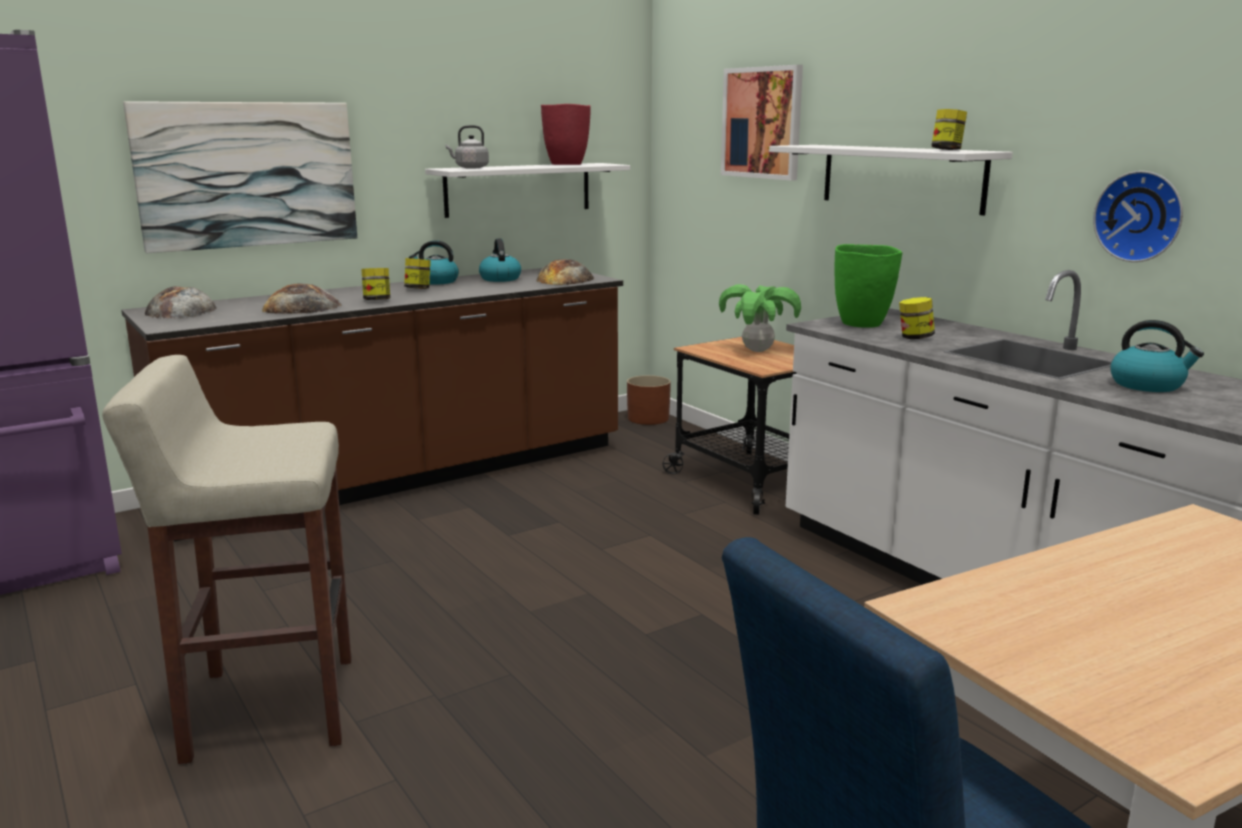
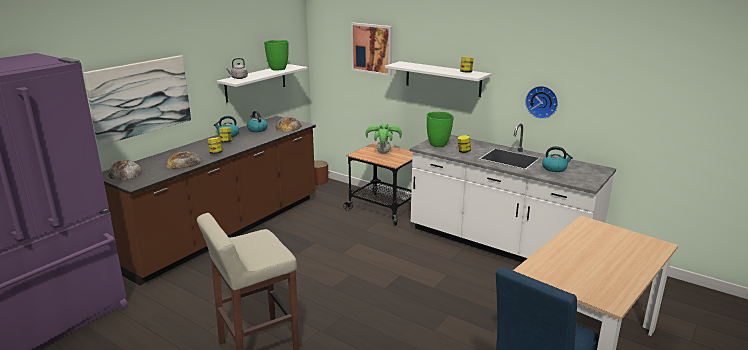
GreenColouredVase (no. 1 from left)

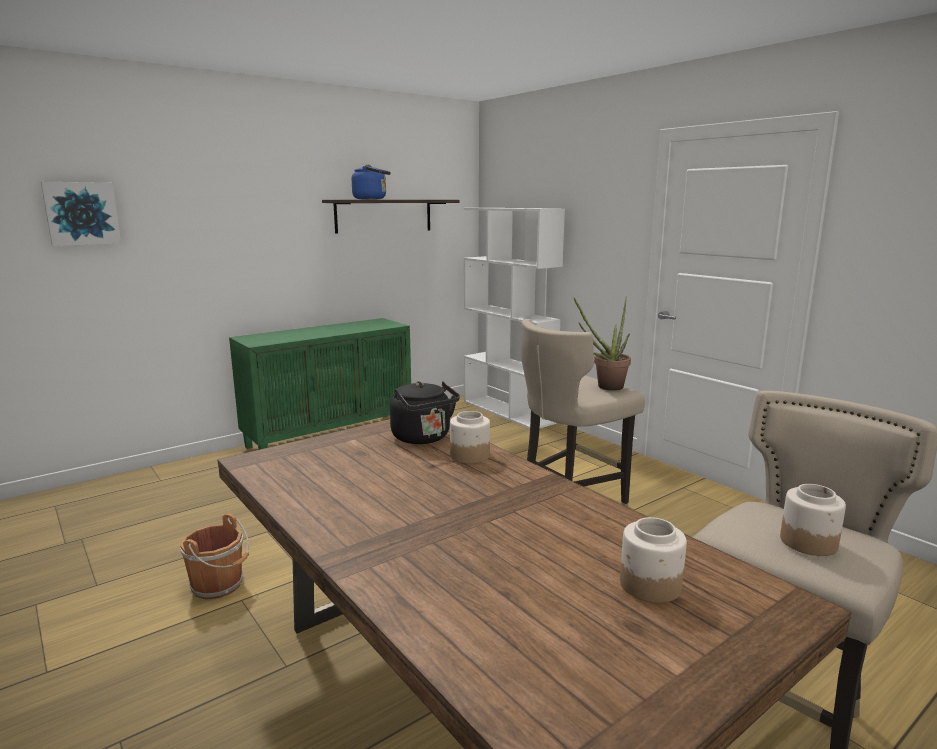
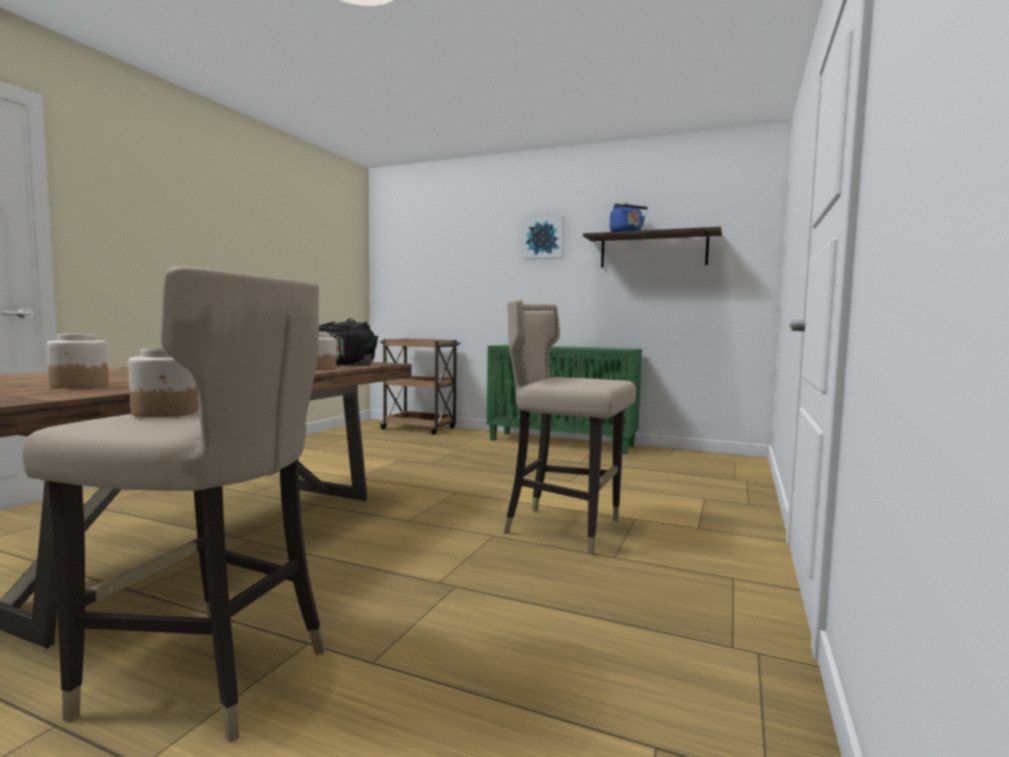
BrownColouredTrolley; WallArt; BrownColouredBucket; WhitishBookcase; PlantInAPot

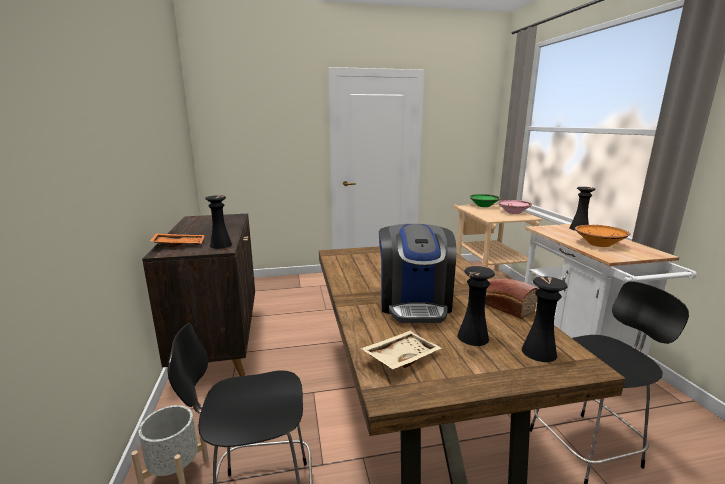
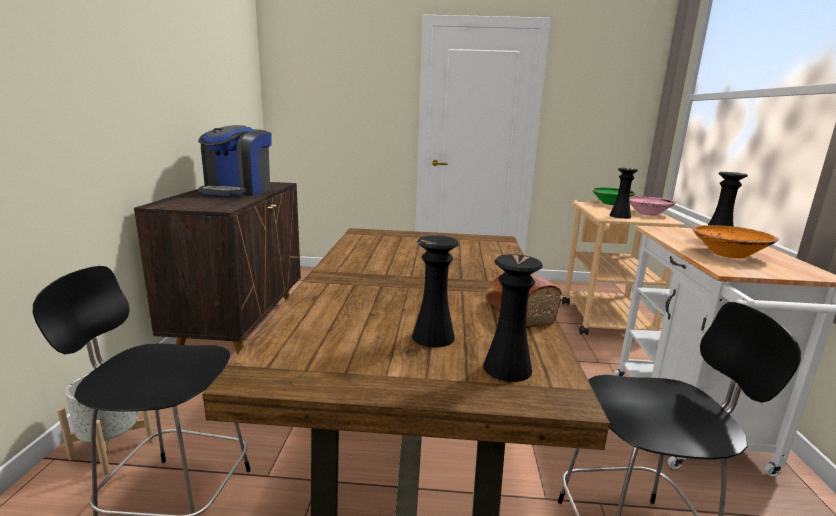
CoffeeMaker; BlackishVase (no. 3 from left); OrangeColouredServingTray; BeigeServingTray

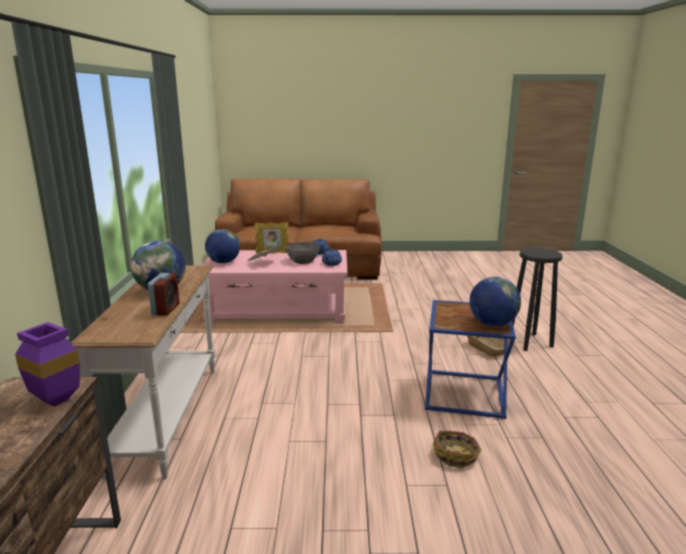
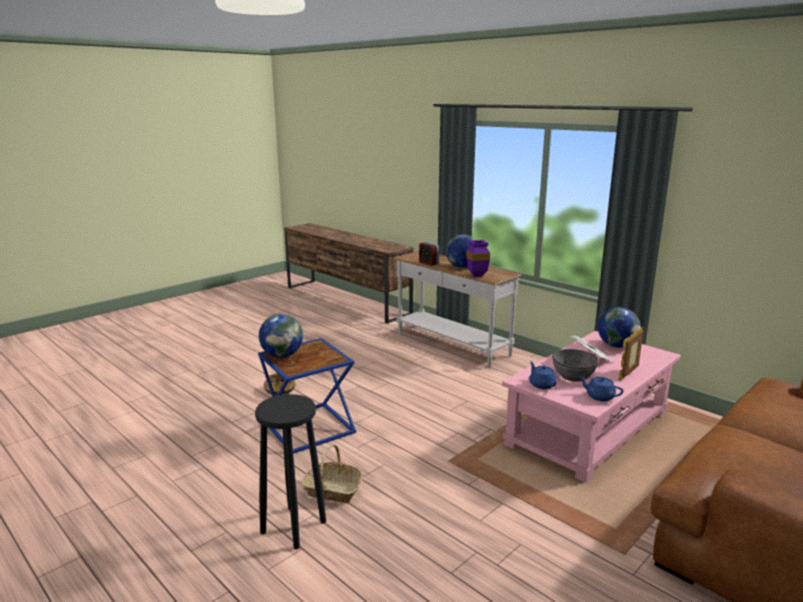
PurpleColouredVase

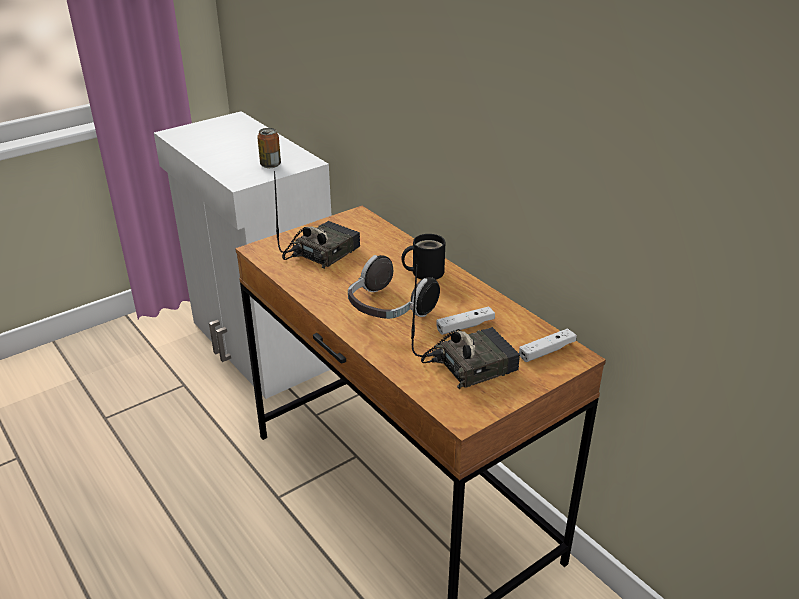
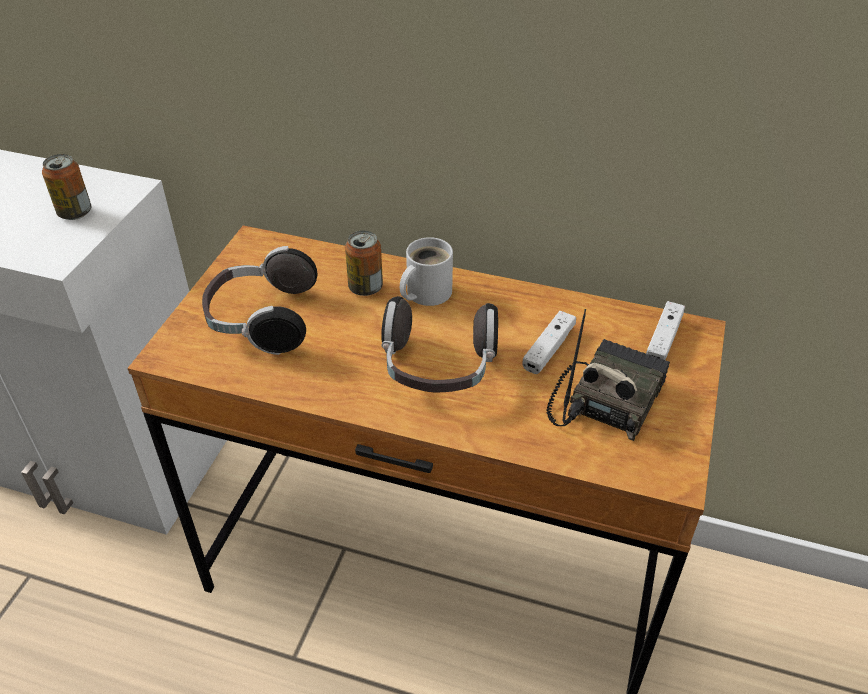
PairOfHeadphones (no. 1 from left); Can (no. 2 from left); WhitishTeaMug

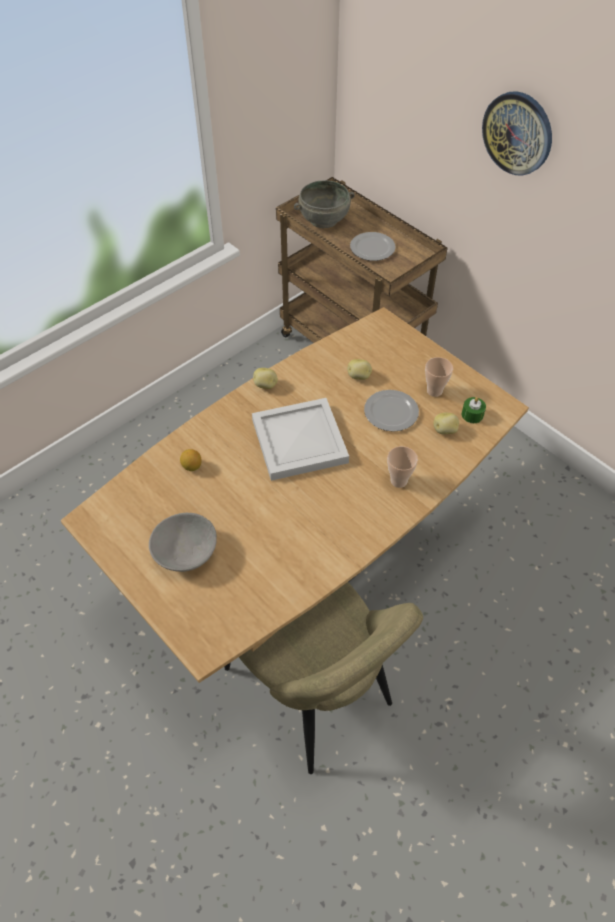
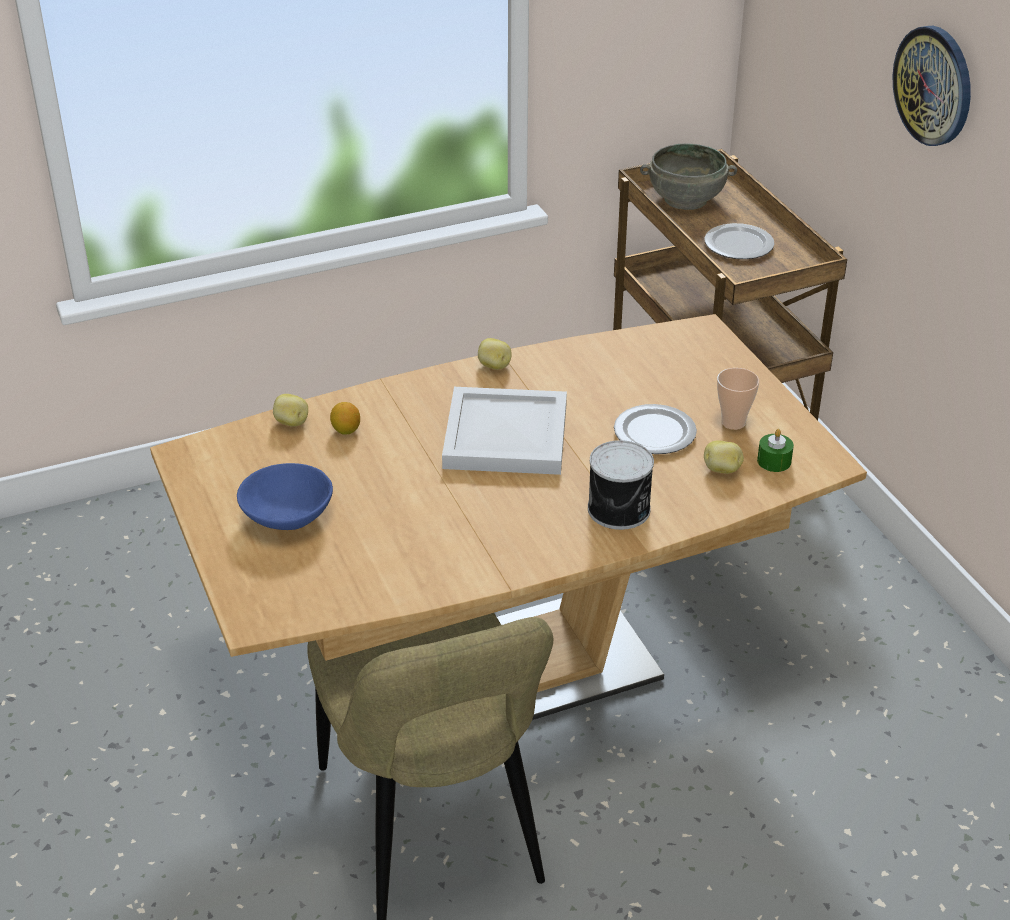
BlueColouredDeepDish; WholePotato (no. 1 from left); Can

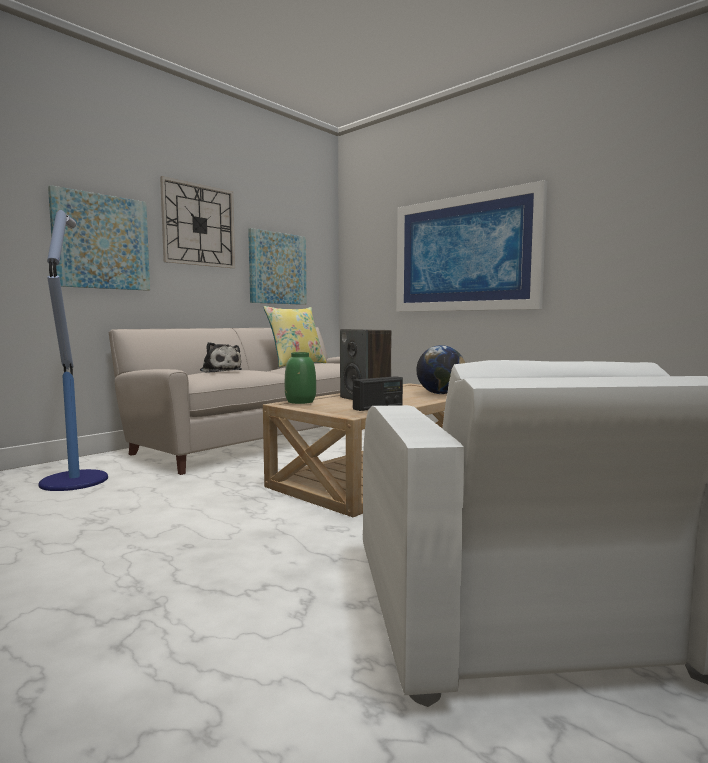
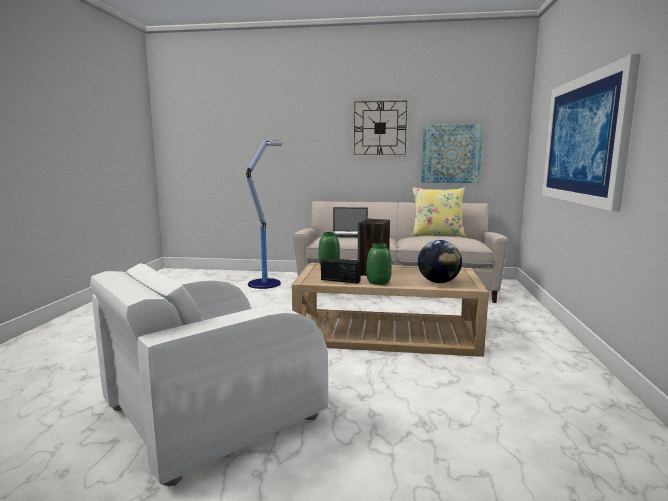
NotebookComputer; GreenColouredVase (no. 2 from left); WallArt (no. 1 from left in the first image)

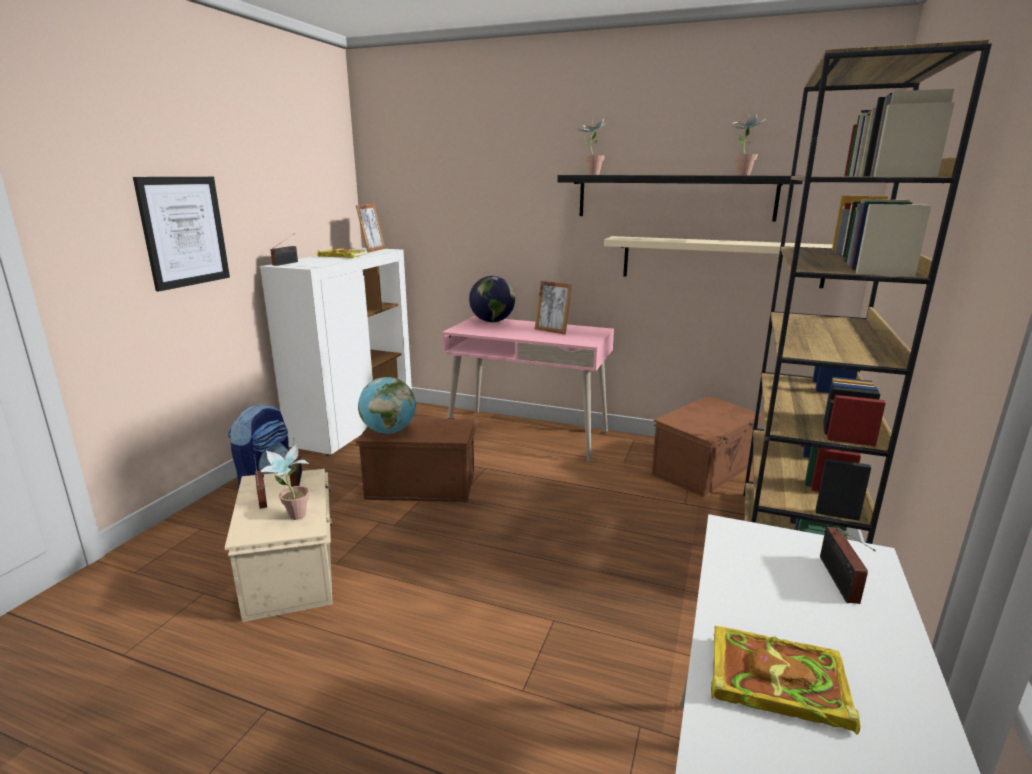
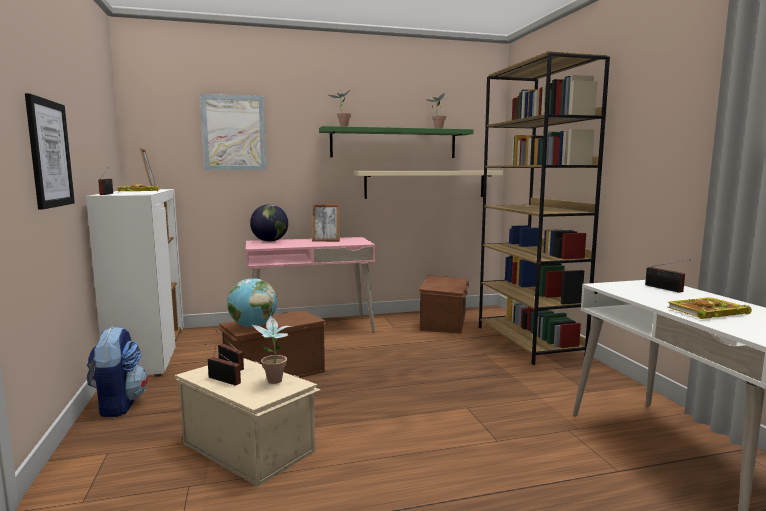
WallArt (no. 2 from left); GreenColouredShelf

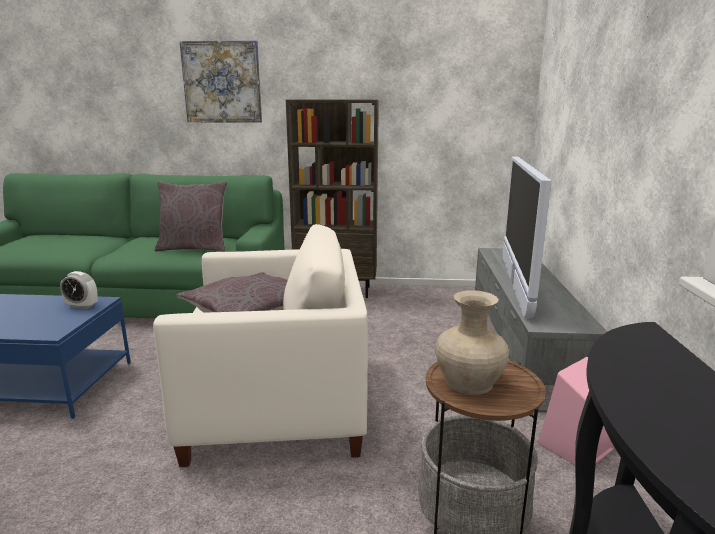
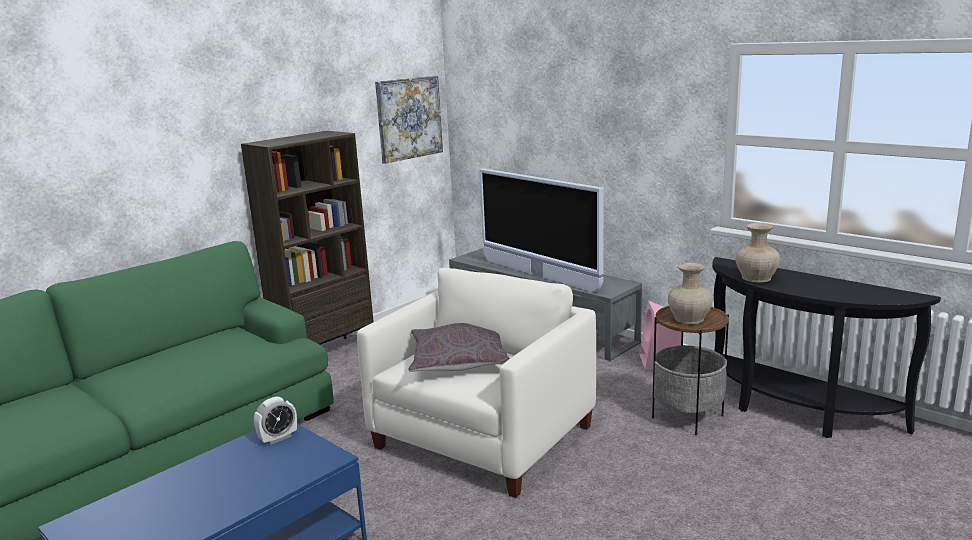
WallArt; BeigeVase (no. 2 from left); GrayThrowPillow (no. 1 from left in the first image)

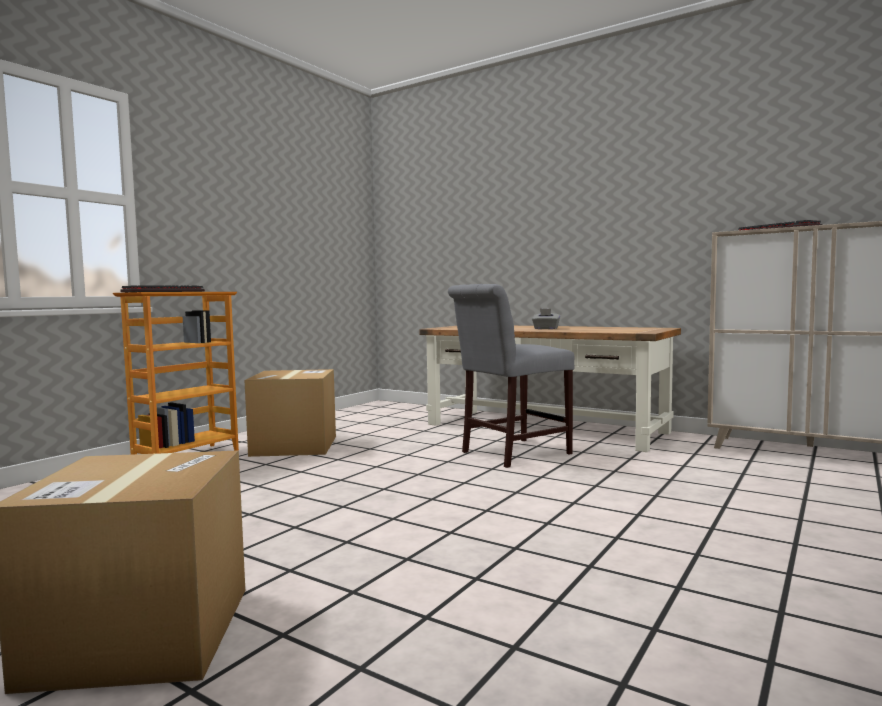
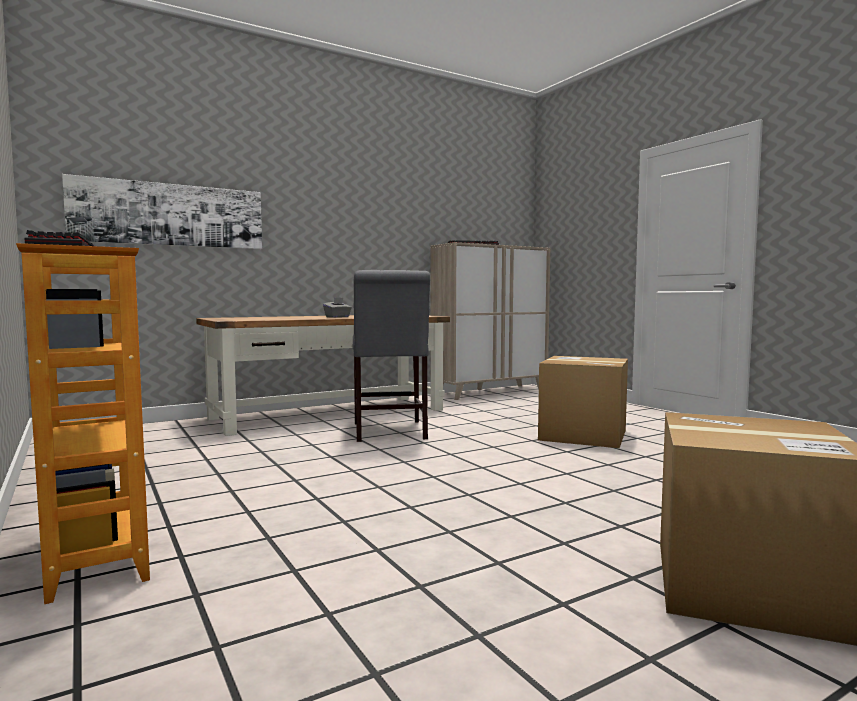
WallArt; CardboardBox (no. 1 from left)

